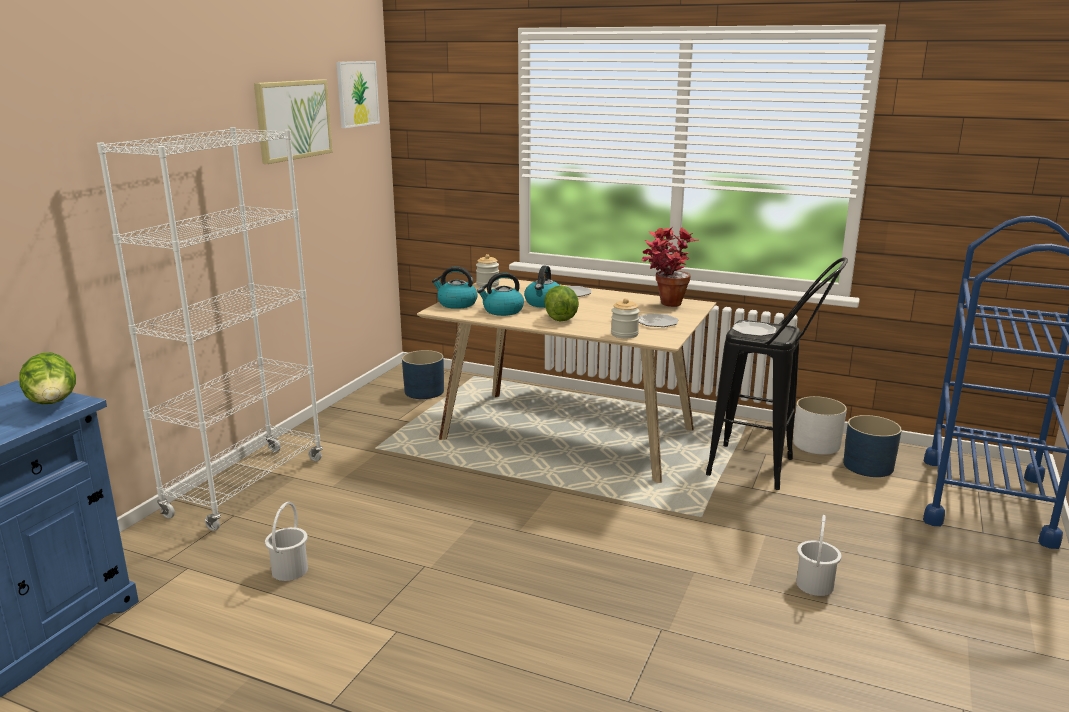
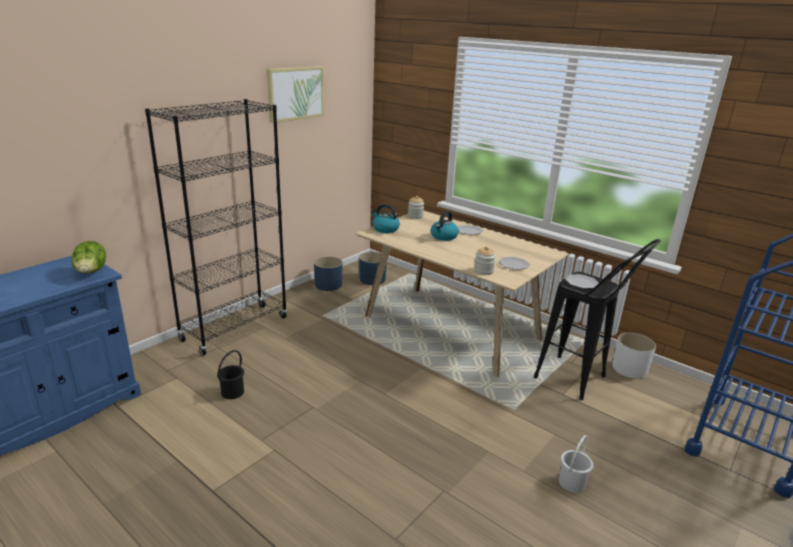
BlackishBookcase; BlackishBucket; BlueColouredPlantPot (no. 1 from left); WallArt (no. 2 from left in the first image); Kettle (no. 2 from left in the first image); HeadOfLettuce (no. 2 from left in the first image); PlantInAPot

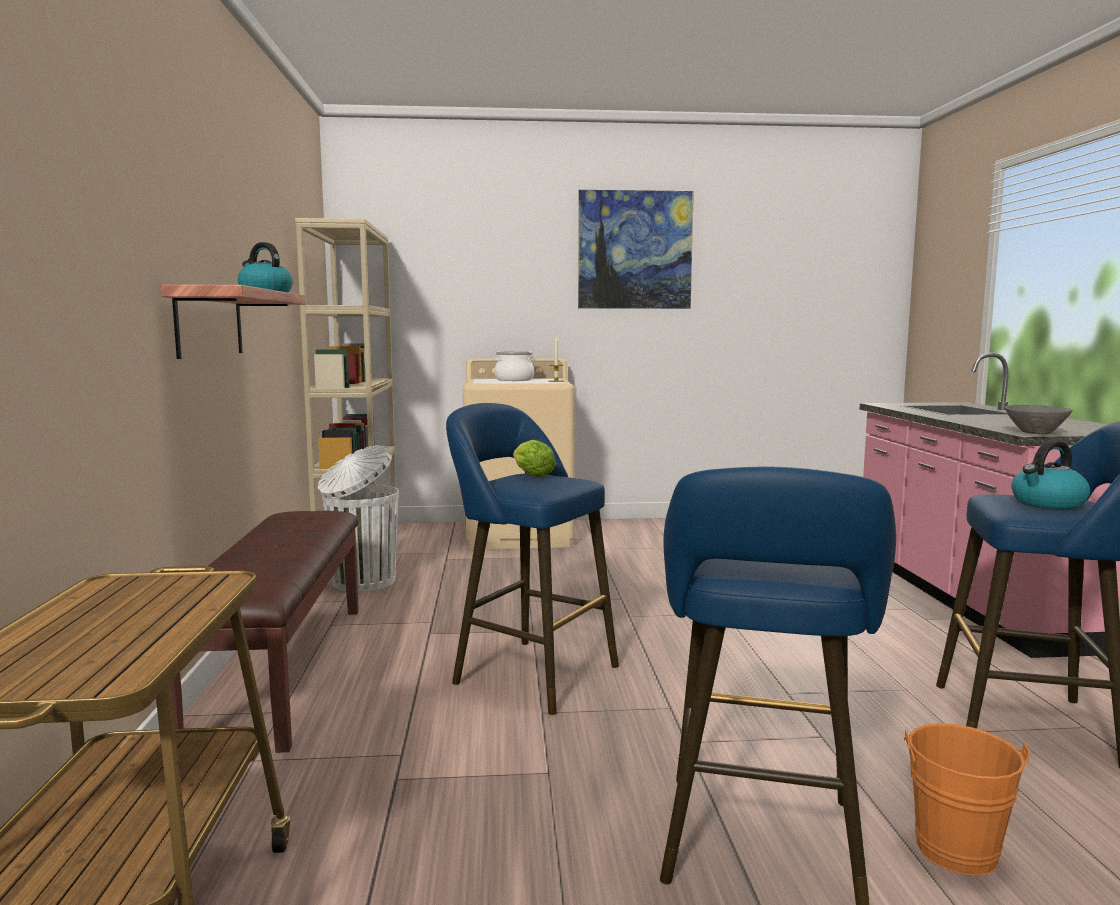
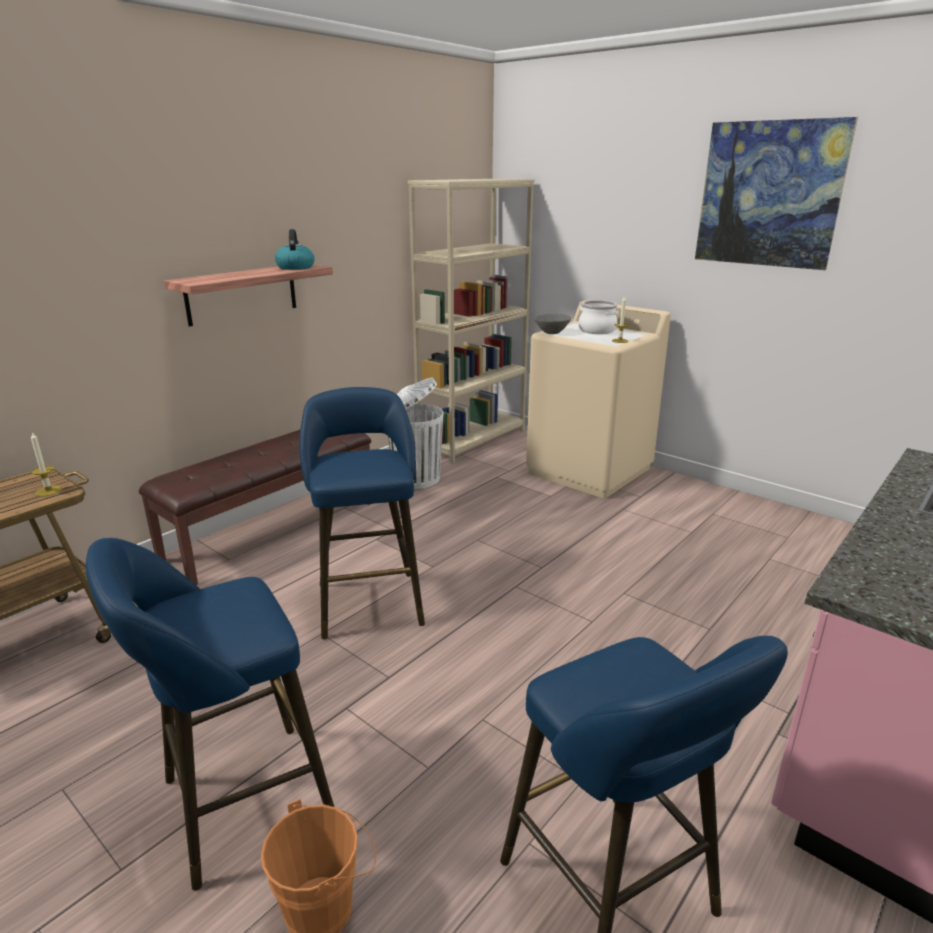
WaxLight (no. 1 from left); GrayDeepDish; HeadOfLettuce; Kettle (no. 2 from left in the first image)

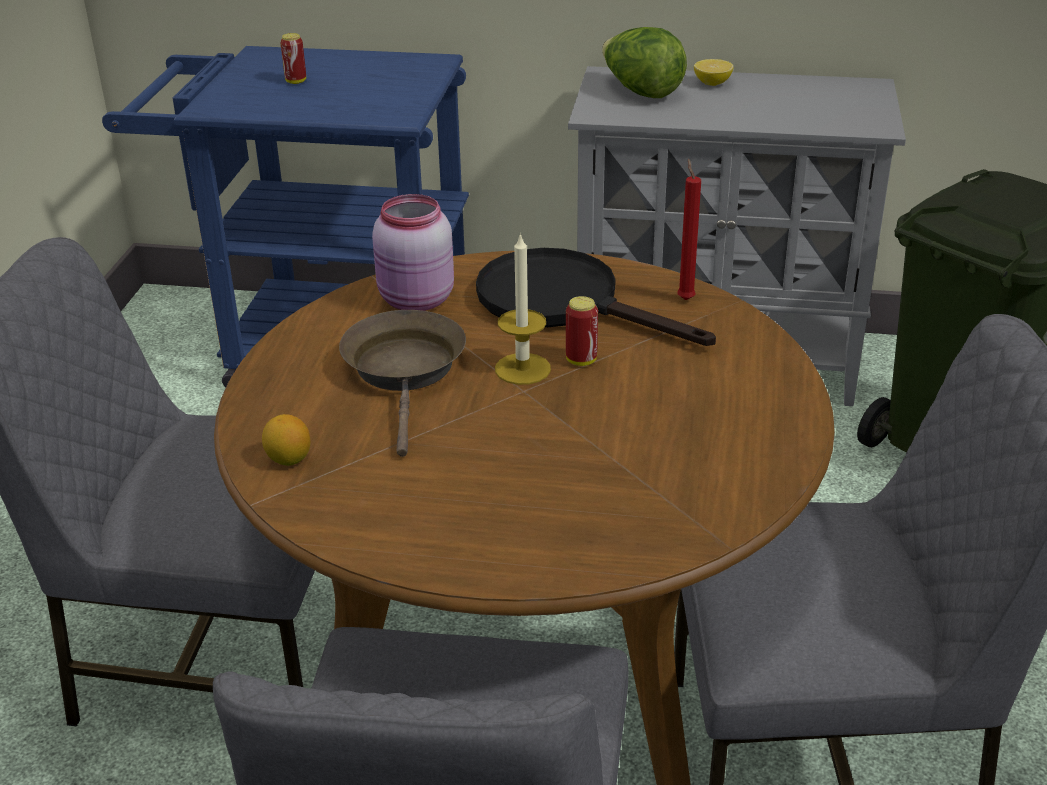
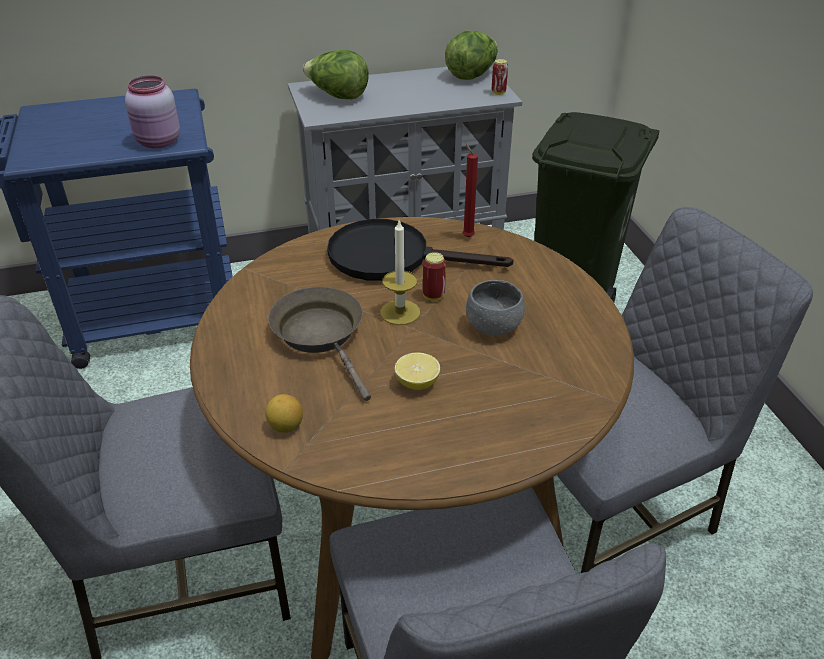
PinkColouredJar; CitrusFruit (no. 2 from left); HeadOfLettuce (no. 2 from left); GrayDeepDish; Can (no. 2 from left)

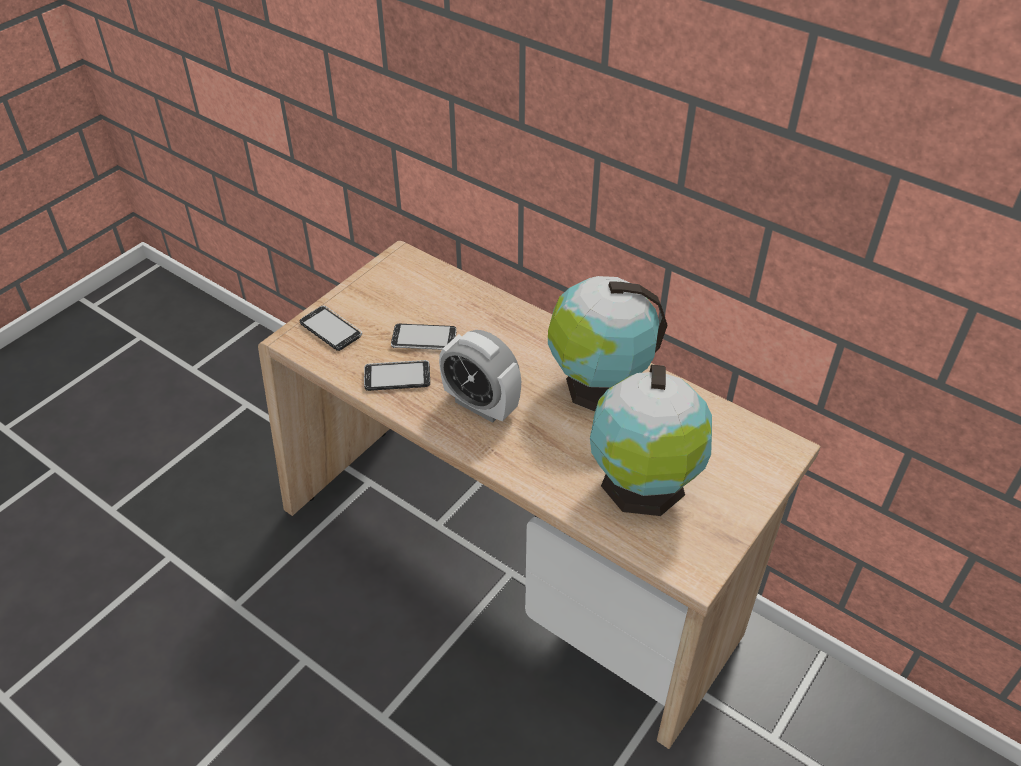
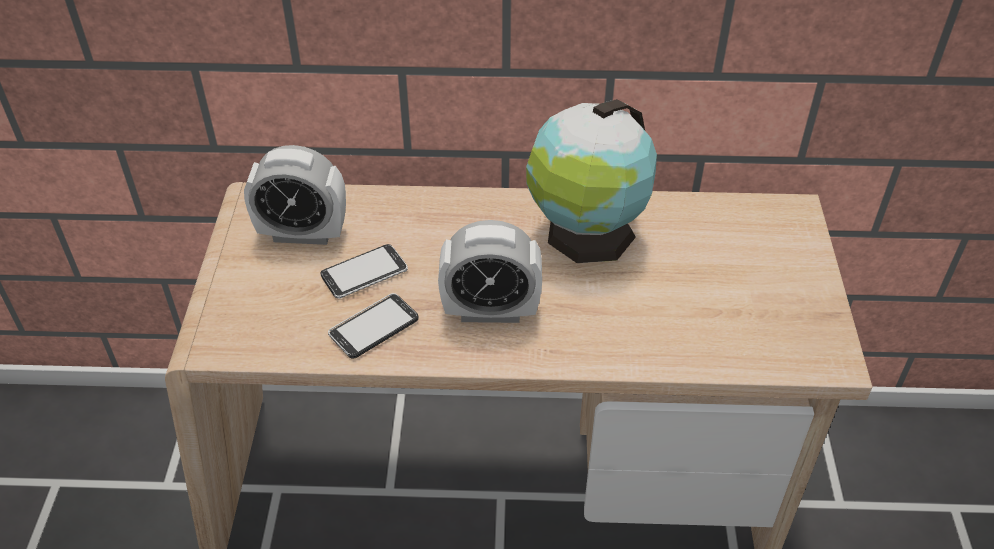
AlarmClock (no. 1 from left); Handset (no. 1 from left in the first image); DeskGlobe (no. 2 from left in the first image)

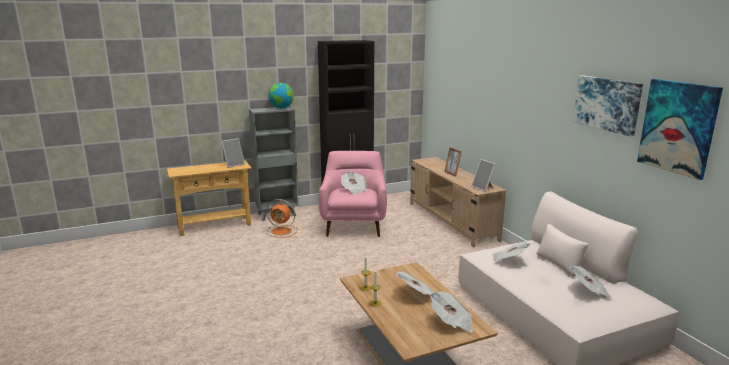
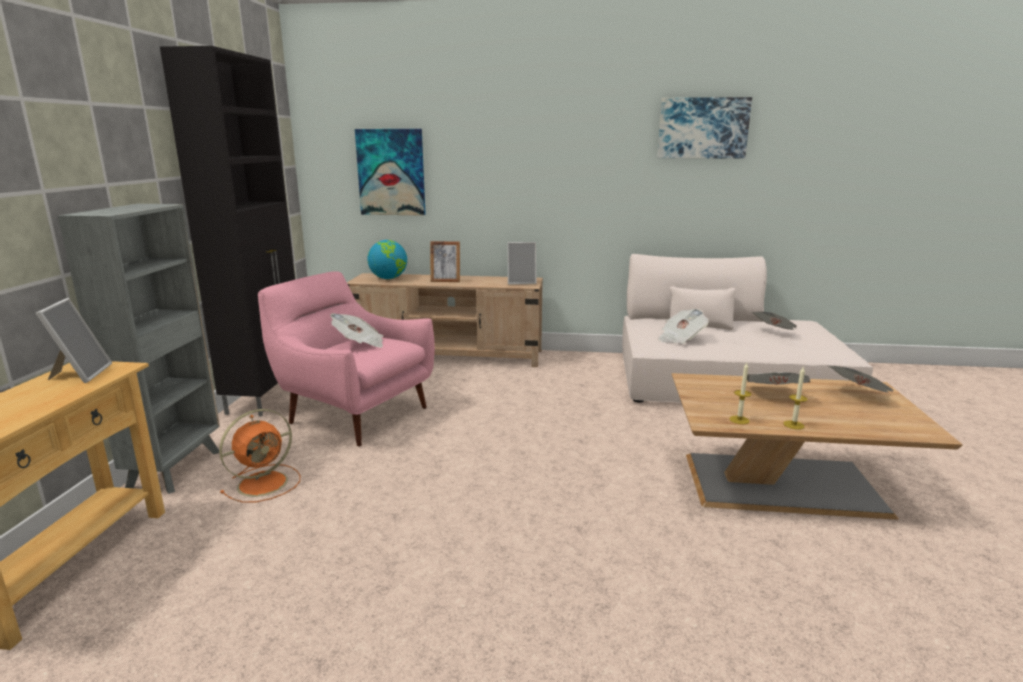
WallArt (no. 1 from left); DeskGlobe

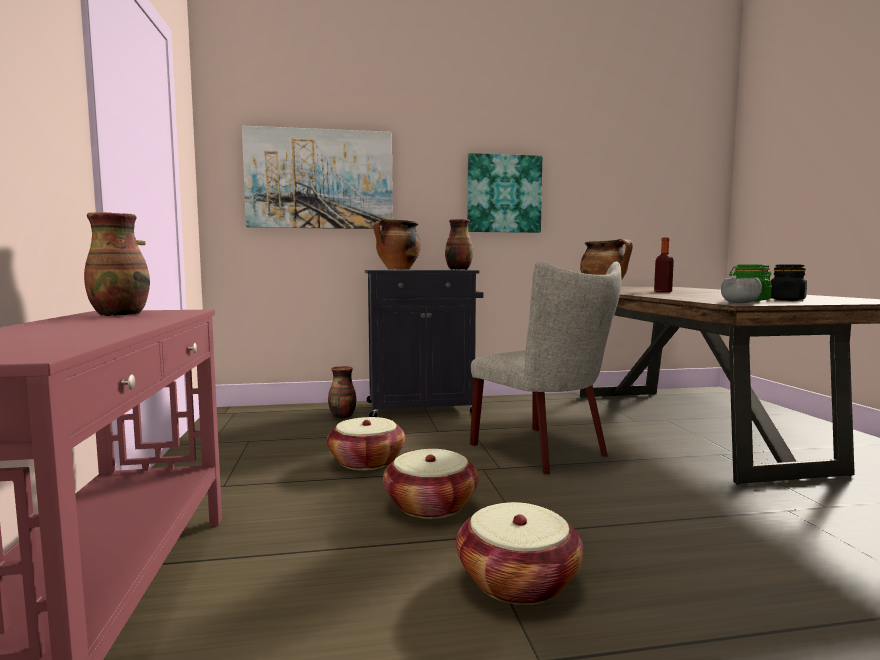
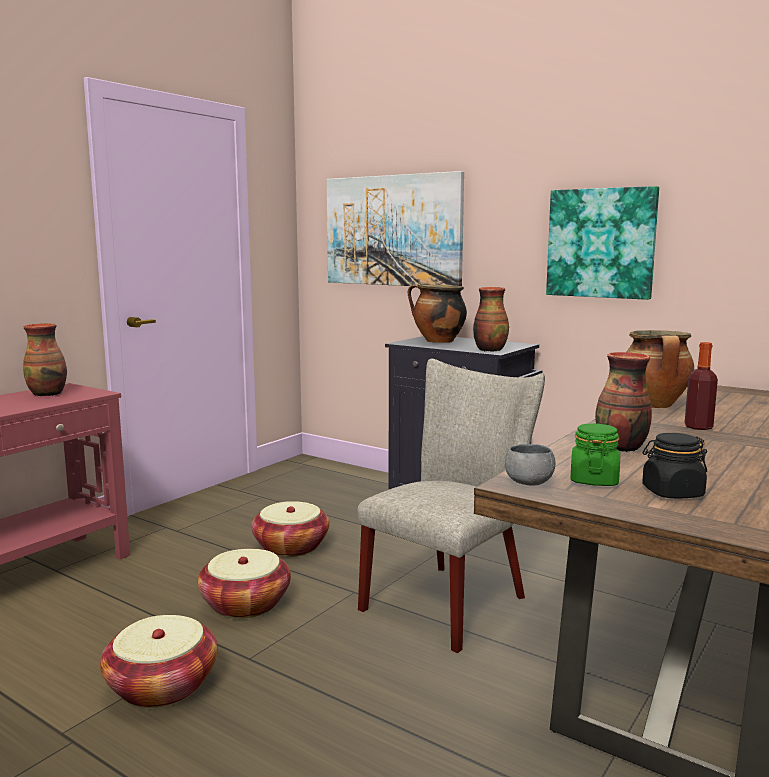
BeigeChair; Vase (no. 3 from left)

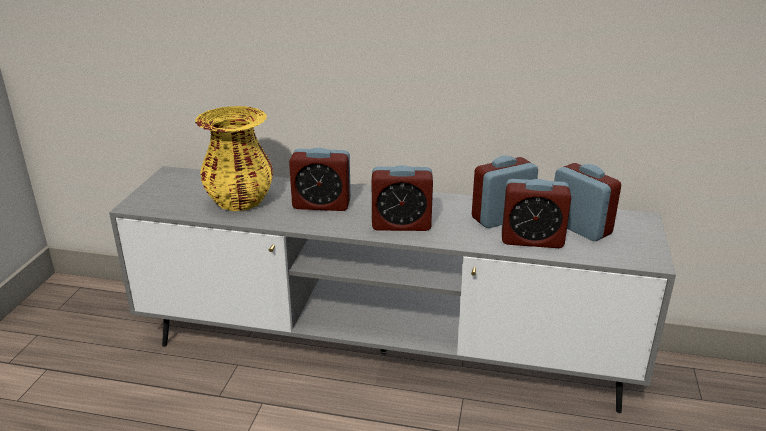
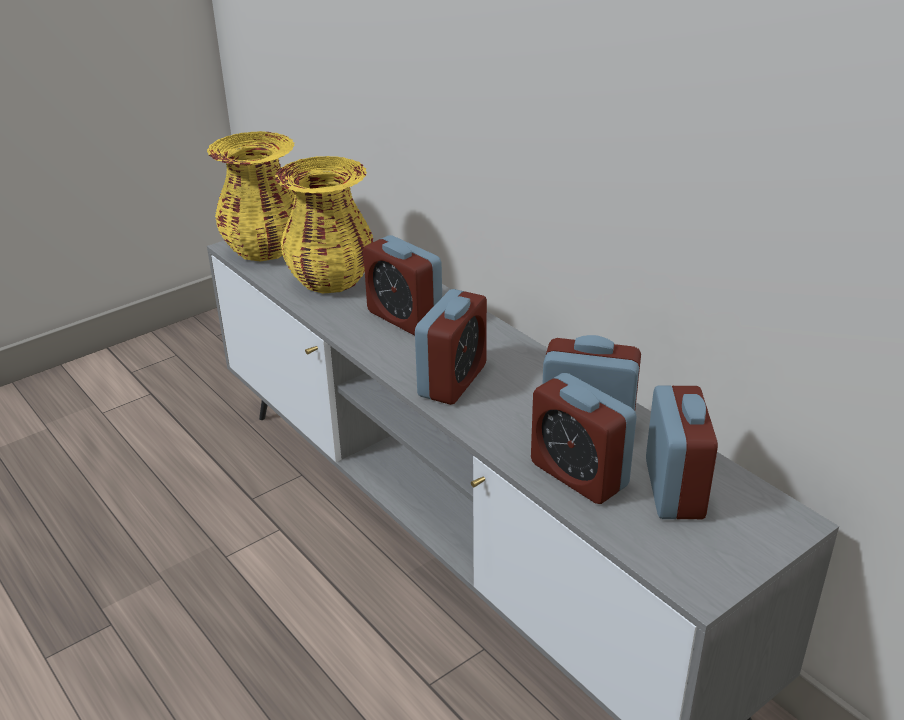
YellowishVase (no. 1 from left); AlarmClock (no. 2 from left)

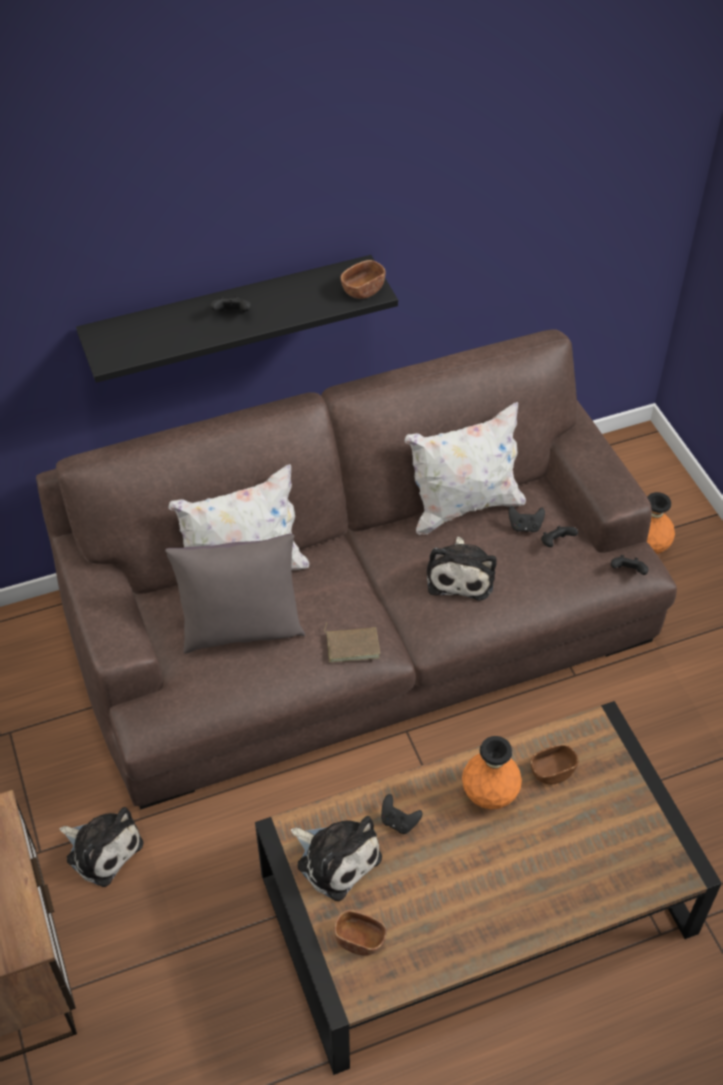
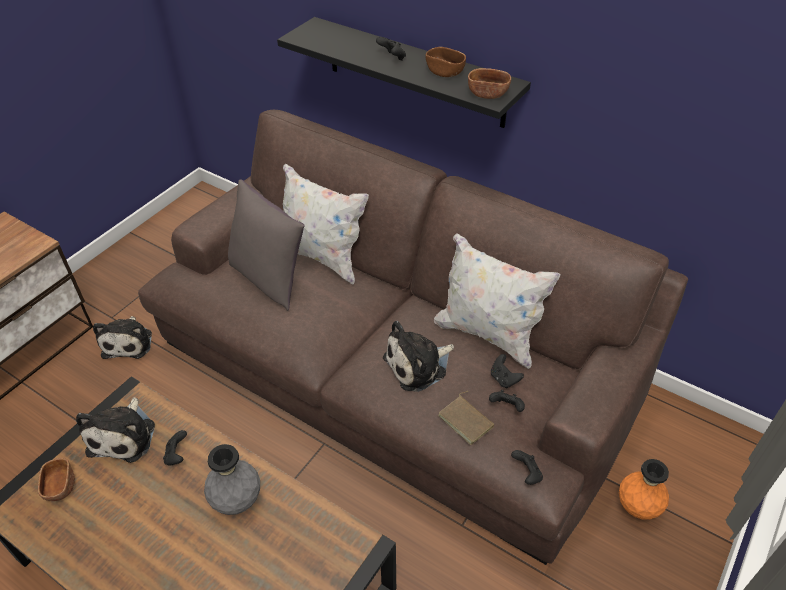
GrayVase; BrownColouredDeepDish (no. 2 from left); BrownColouredVolume

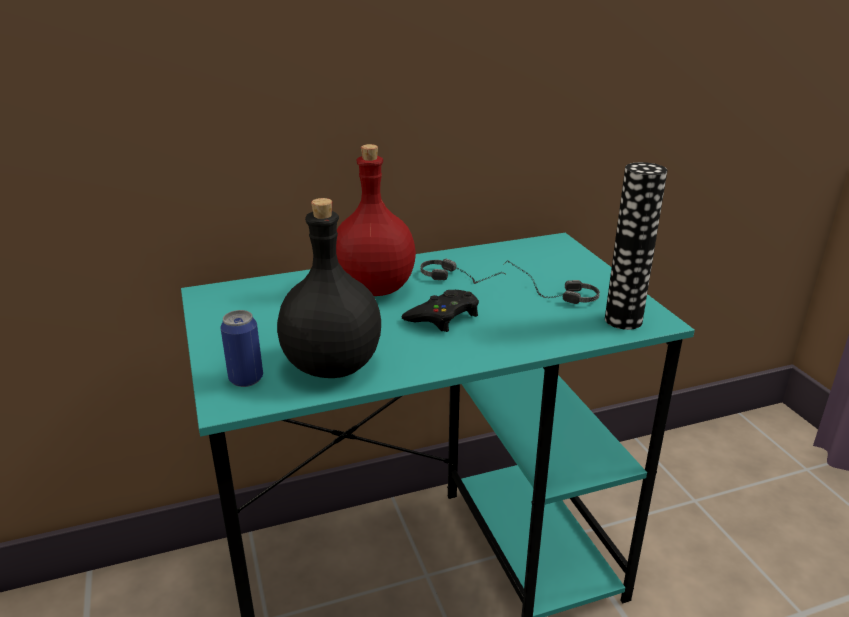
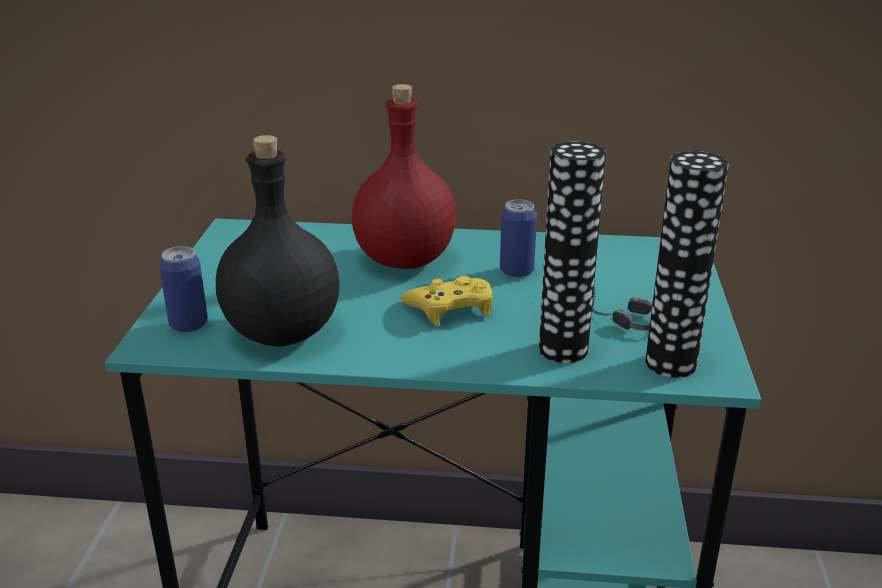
YellowishJoypad; Can (no. 2 from left); Vase (no. 1 from left)

